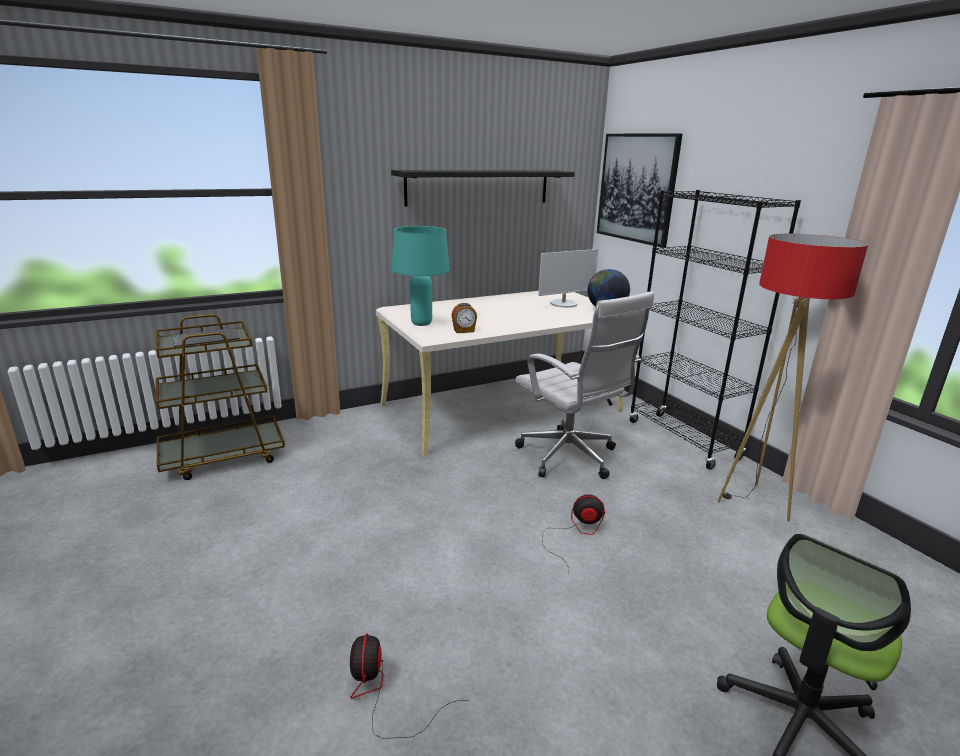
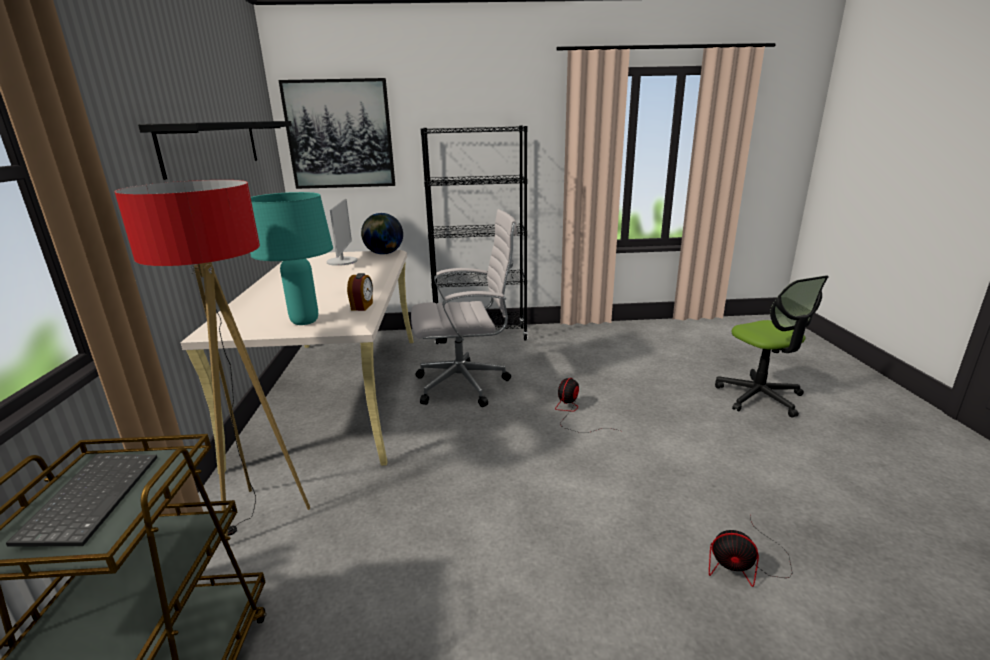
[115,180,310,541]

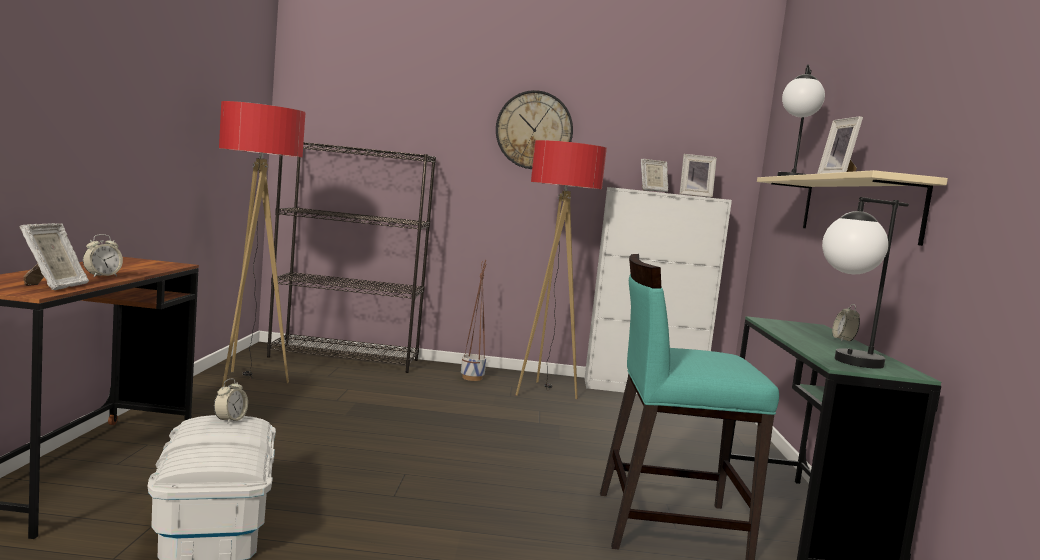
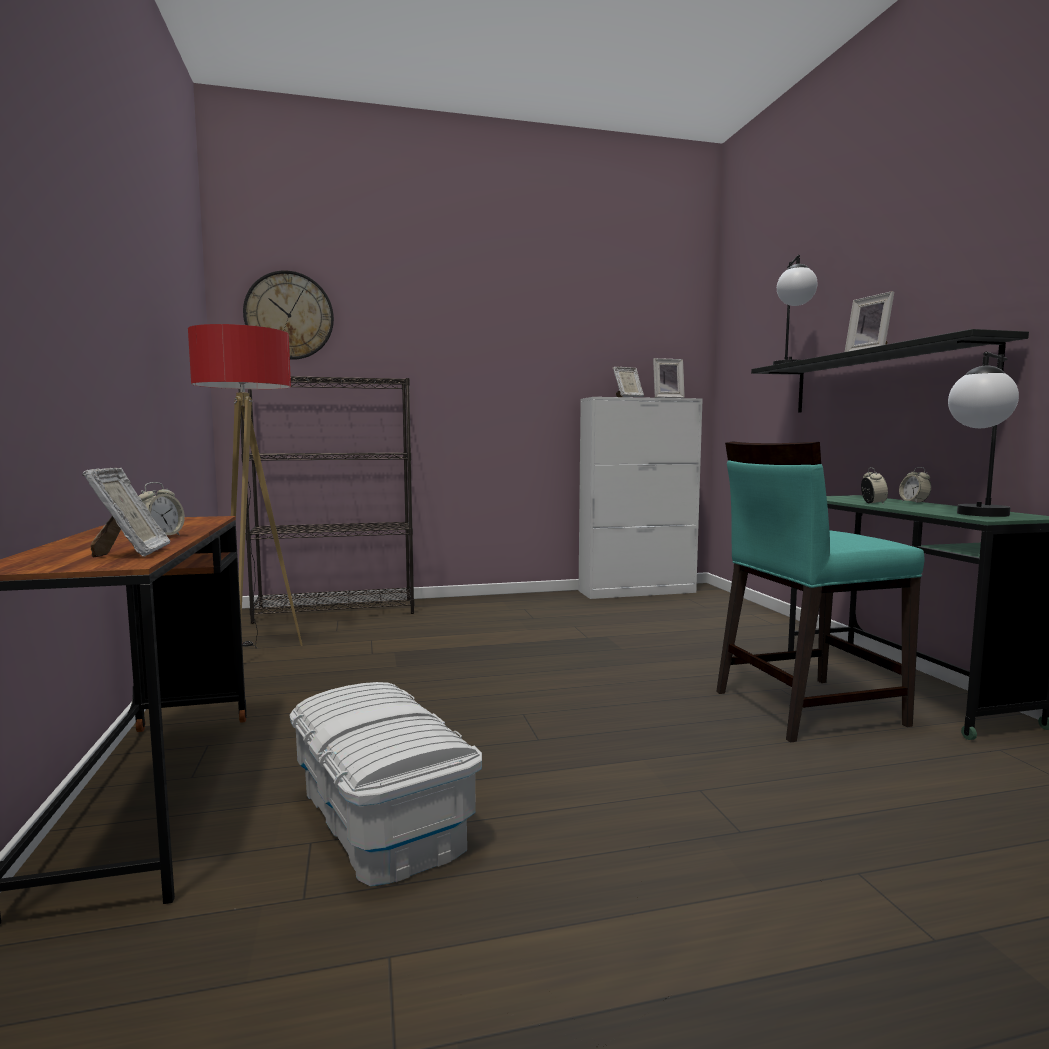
[861,467,888,504]
[461,260,487,381] (first image)
[243,271,334,360]
[516,140,607,399] (first image)
[751,329,1029,413]

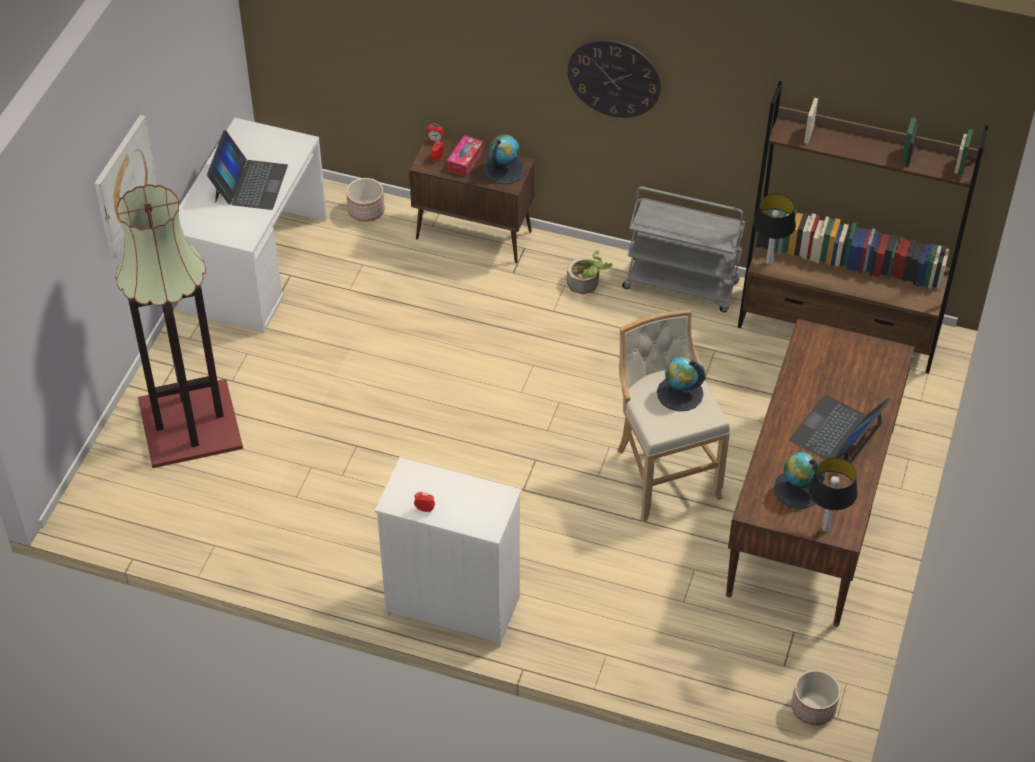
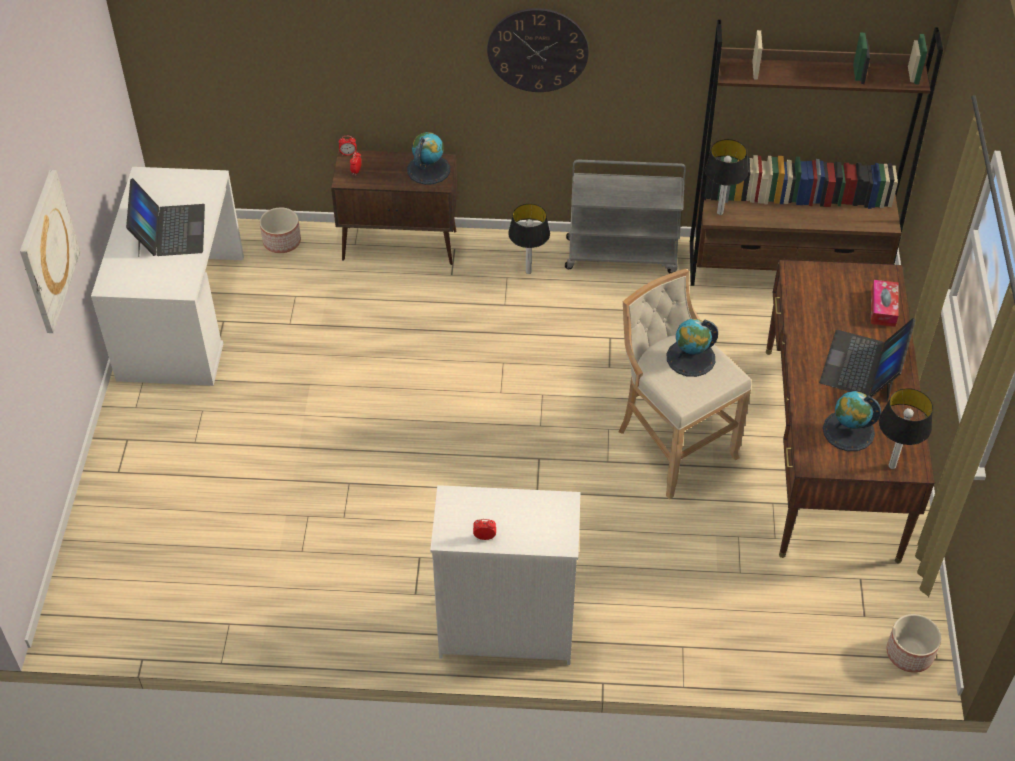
[116,184,243,468] (first image)
[871,280,899,327]
[508,204,550,274]

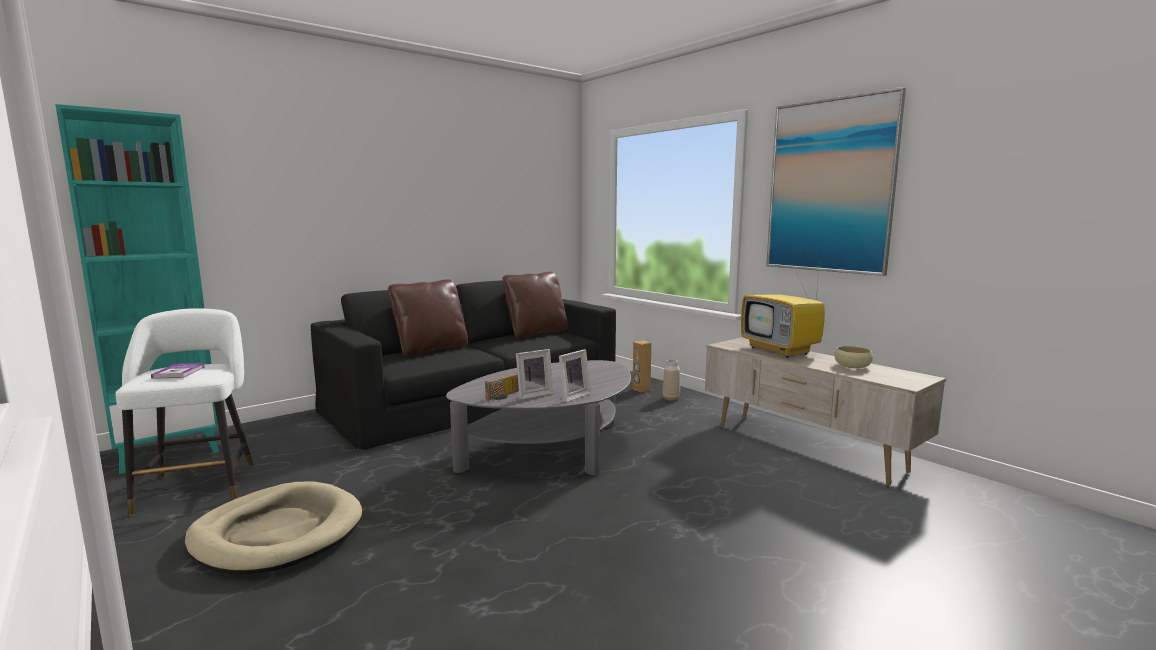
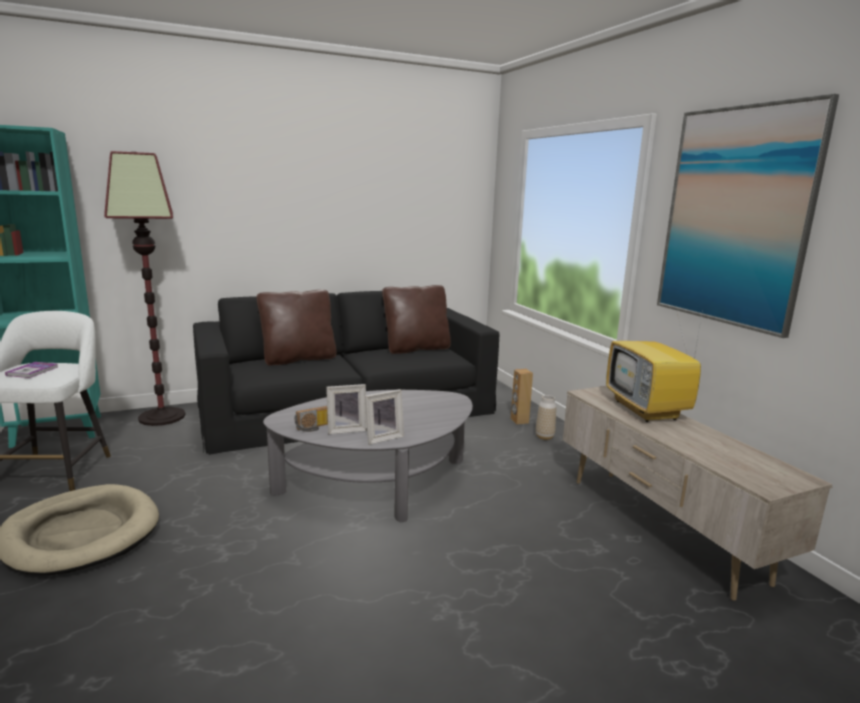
[835,346,873,369] (first image)
[104,151,186,426]

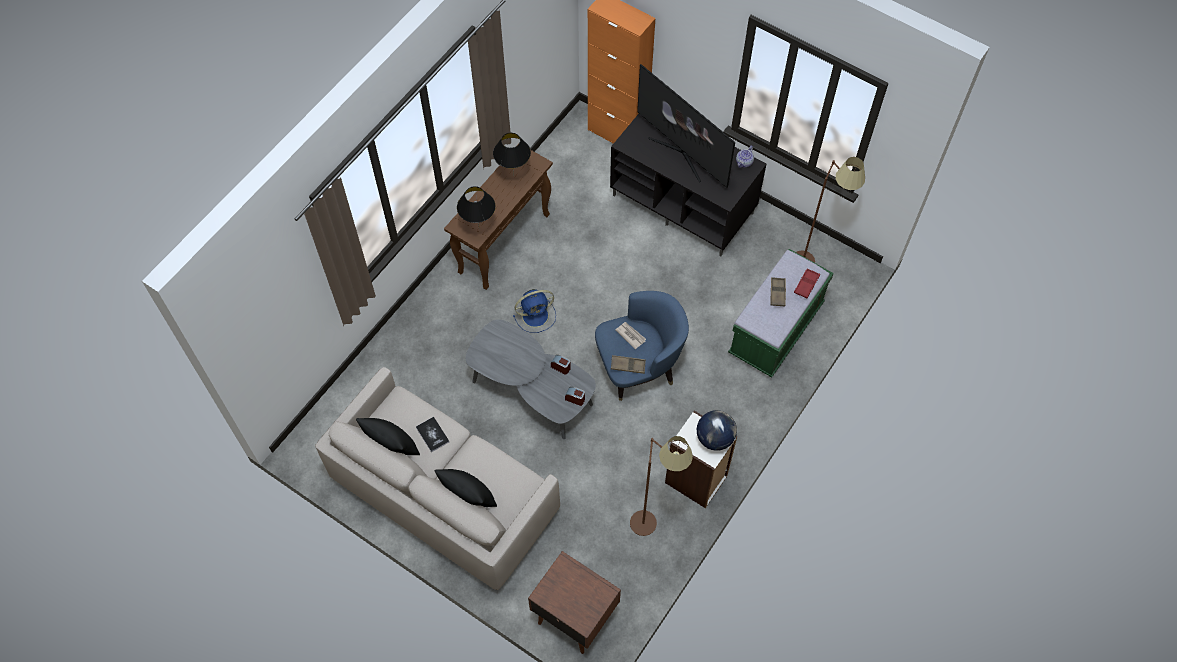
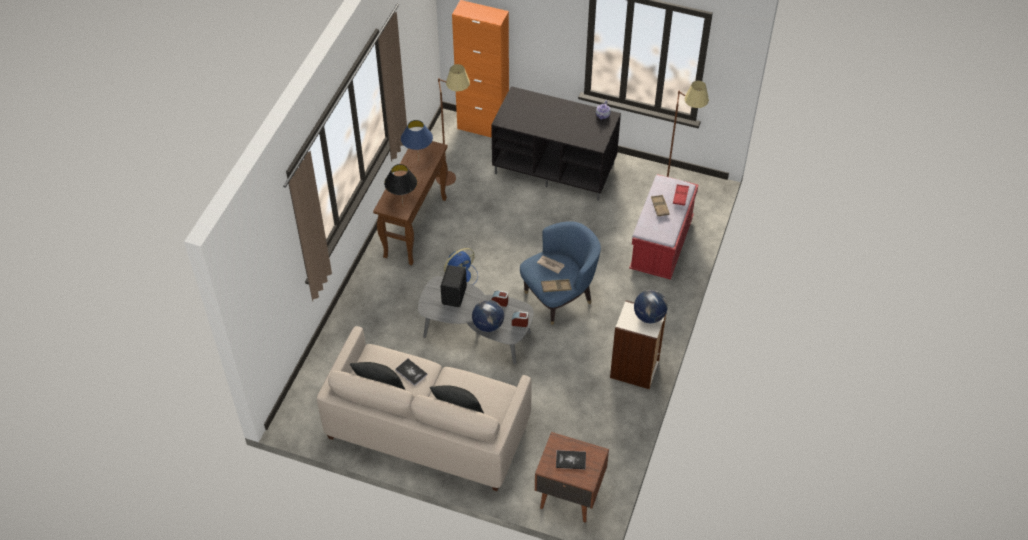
[401,120,433,161]
[436,64,470,186]
[637,64,735,188] (first image)
[629,174,698,280]
[440,265,467,307]
[472,300,504,332]
[556,450,586,469]

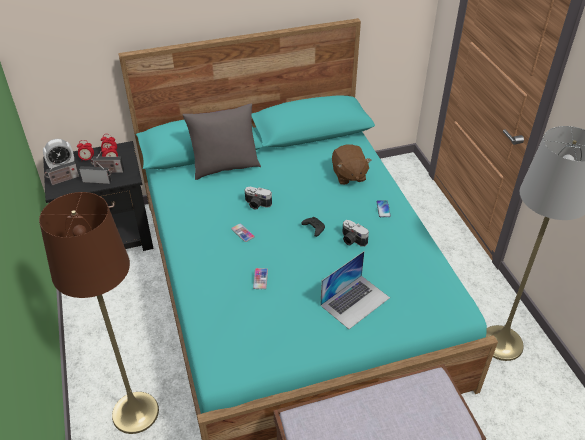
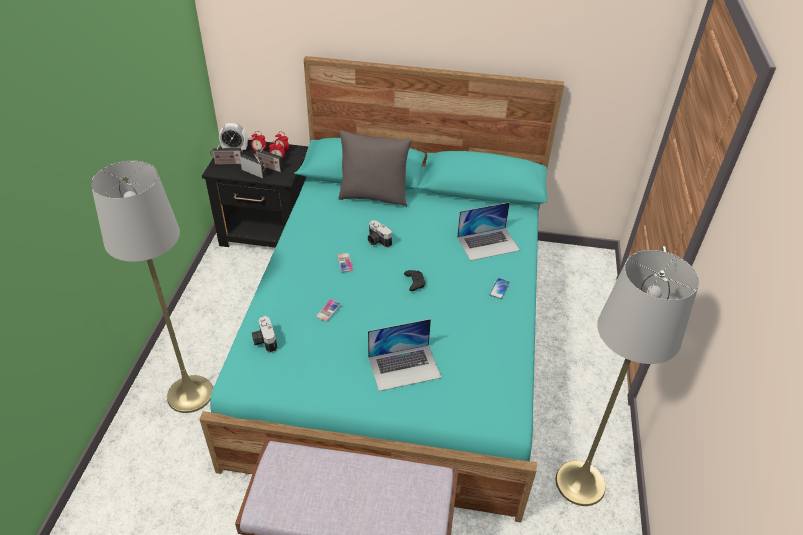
[91,161,213,413]
[457,202,520,261]
[252,316,277,353]

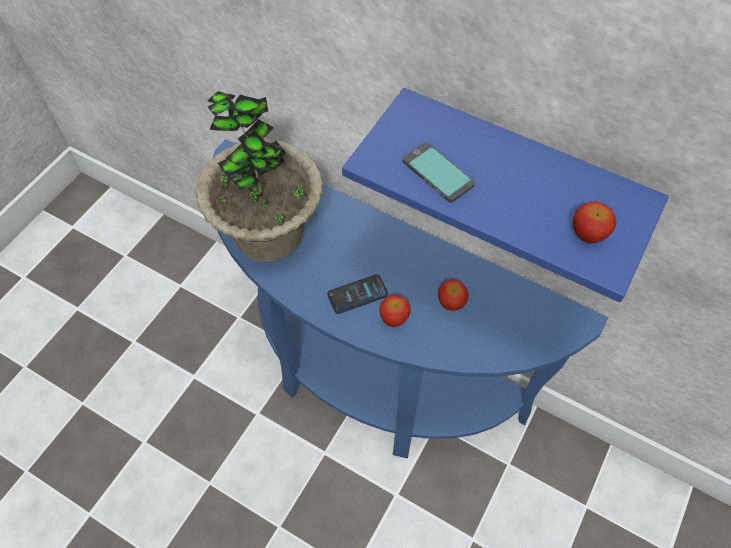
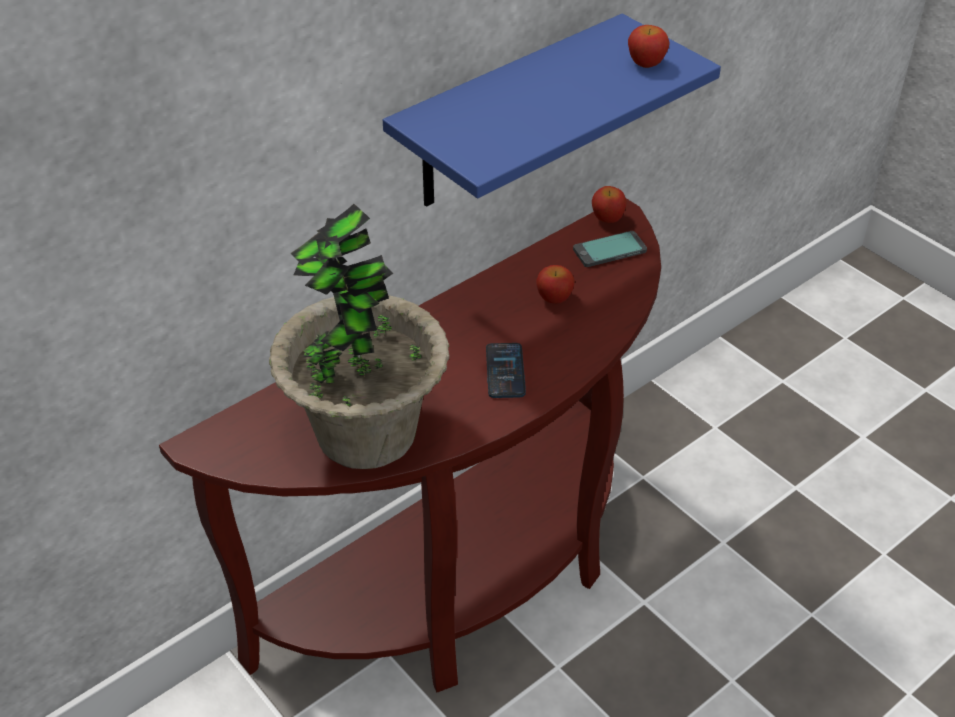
[159,198,661,692]
[592,186,627,223]
[573,231,647,267]

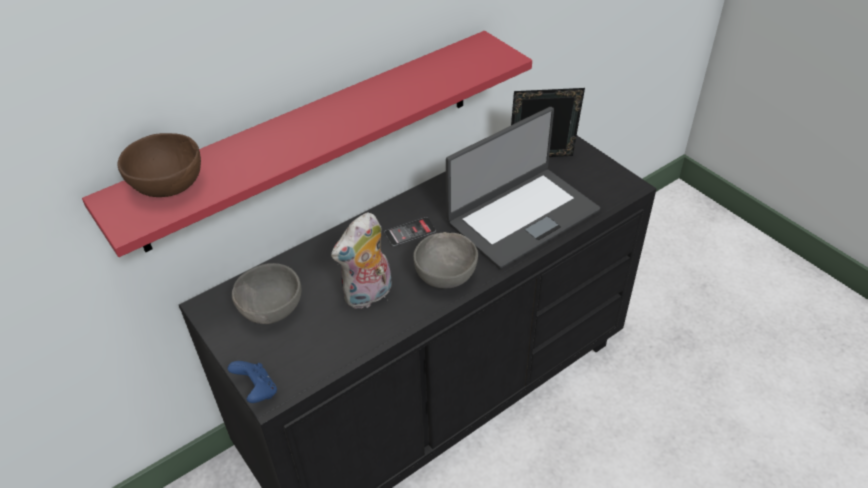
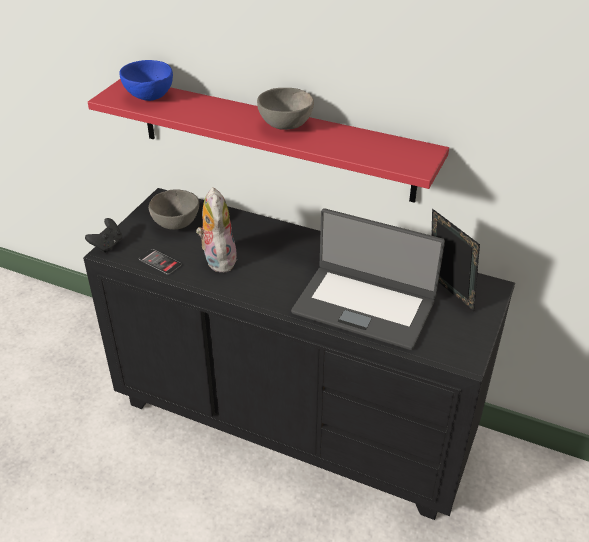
[119,60,173,101]
[85,218,122,253]
[196,187,237,273]
[139,249,182,275]
[257,88,314,130]

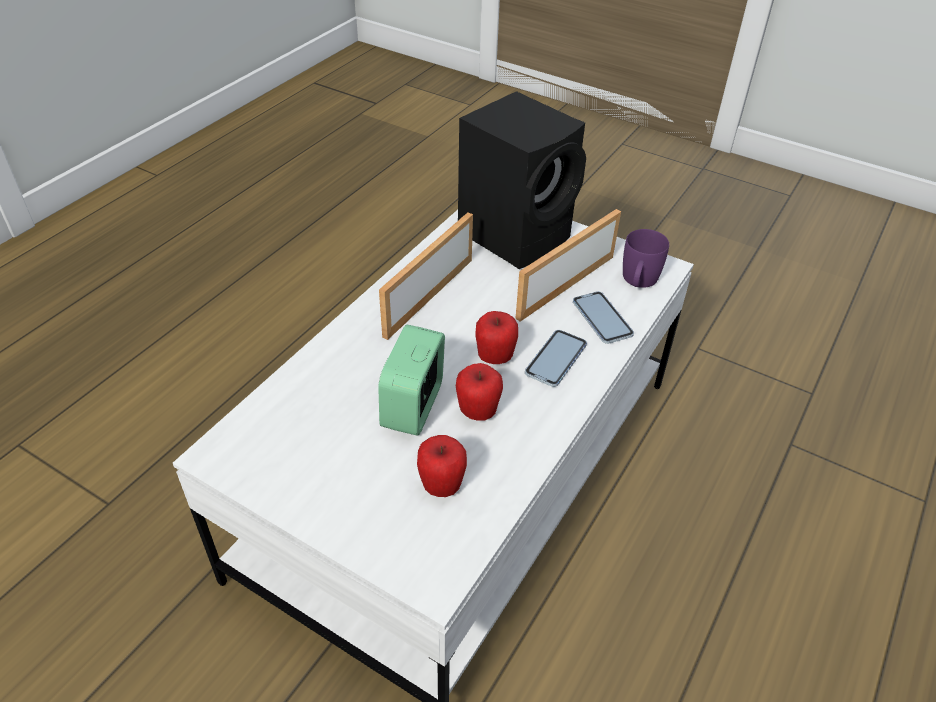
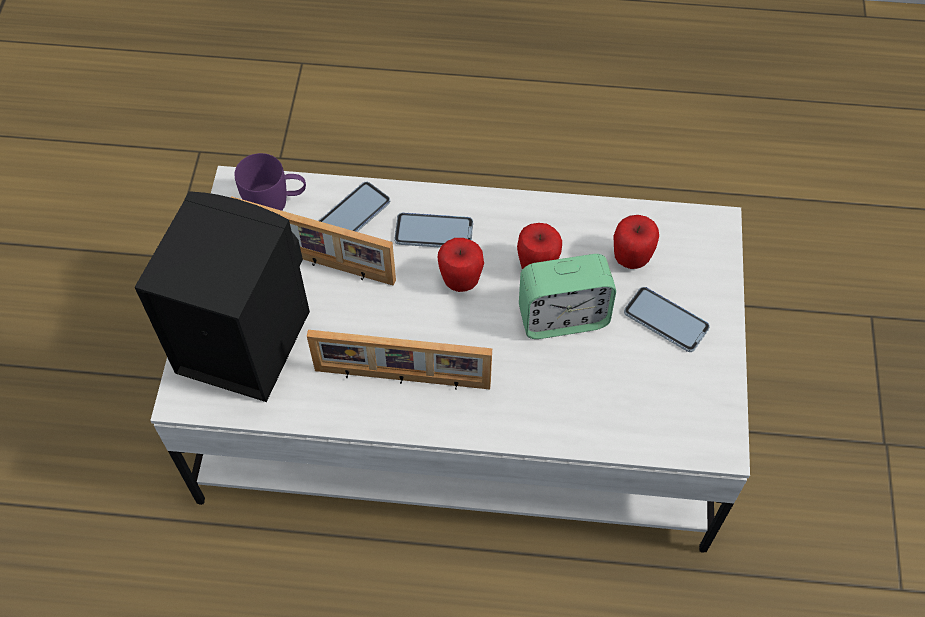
[624,287,710,352]

